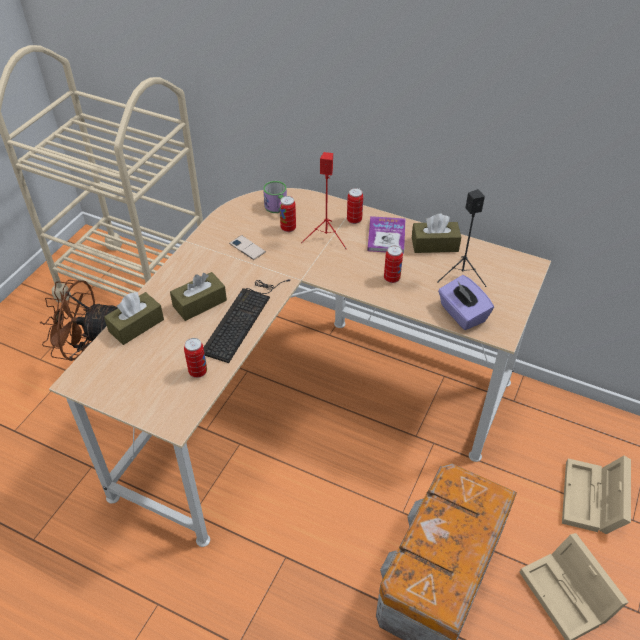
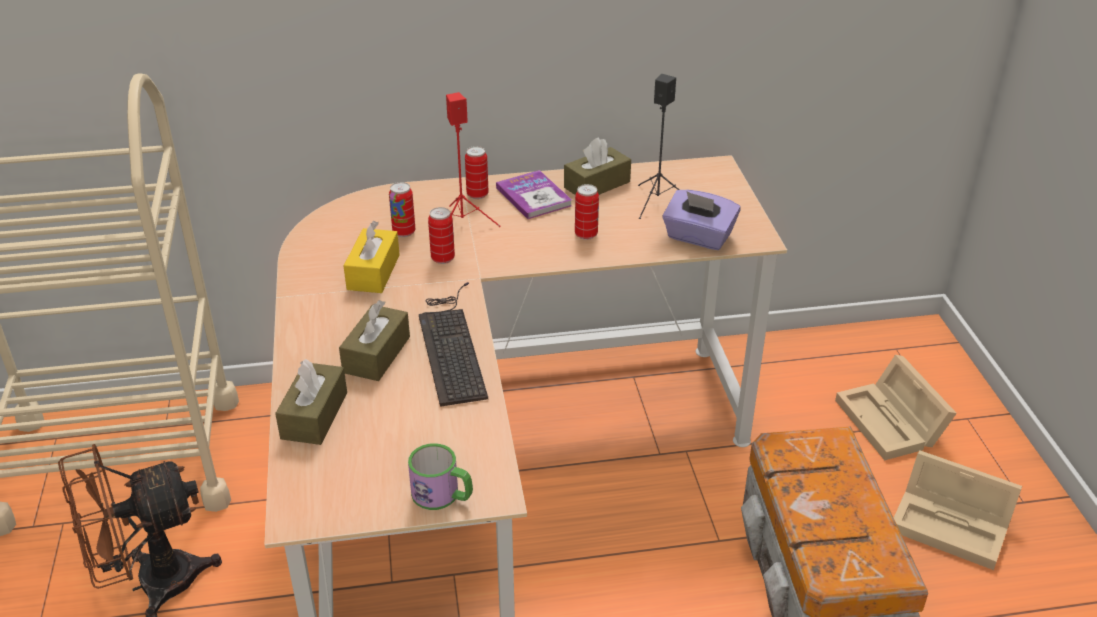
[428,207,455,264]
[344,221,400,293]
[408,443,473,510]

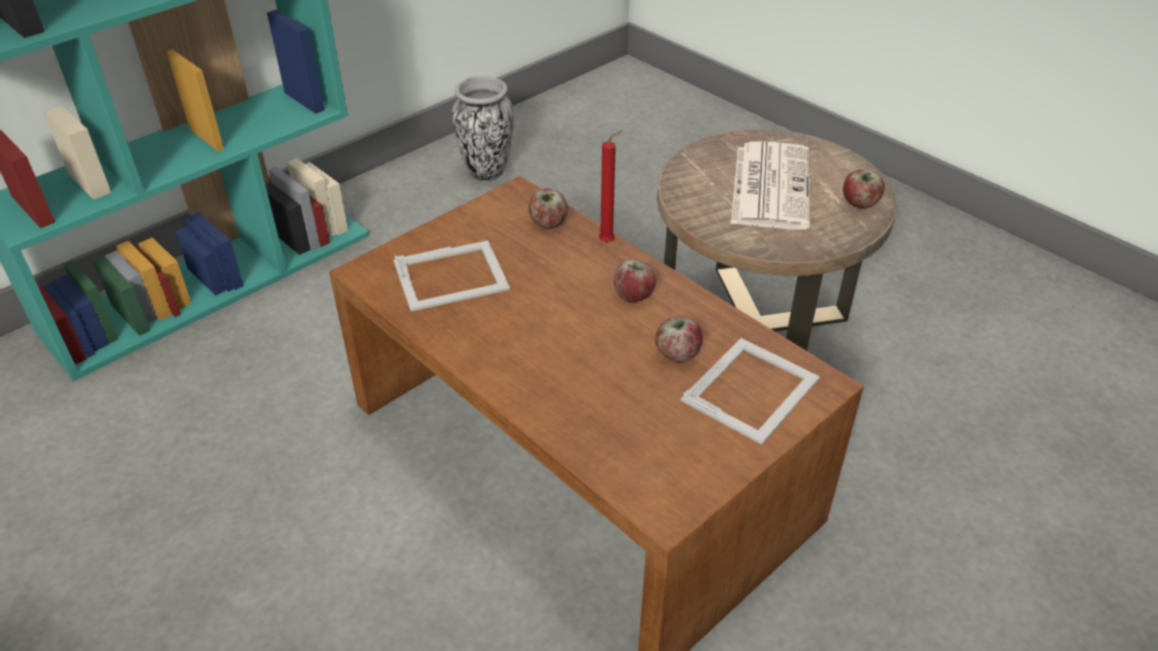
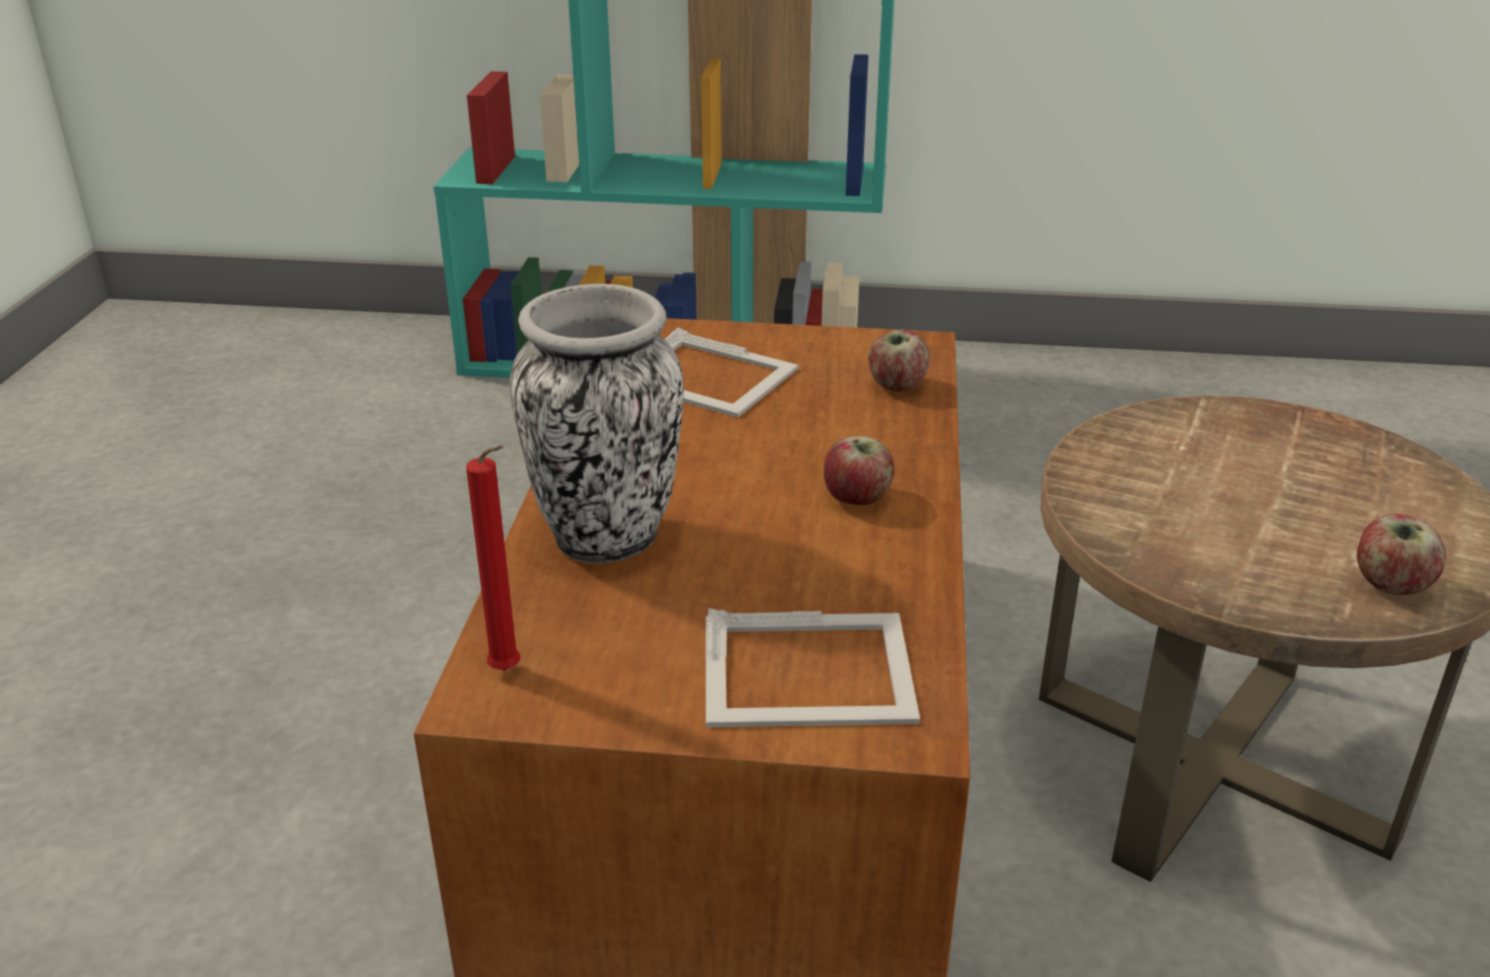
[510,284,683,563]
[466,445,520,670]
[655,316,703,362] (first image)
[731,141,810,230] (first image)

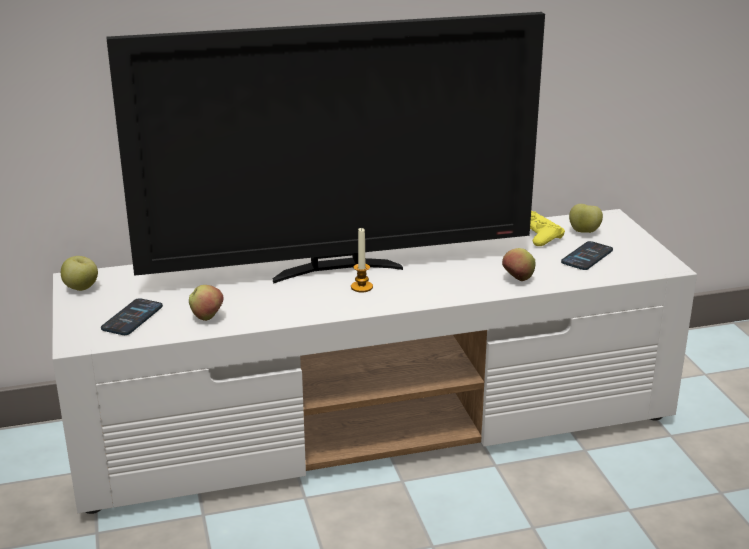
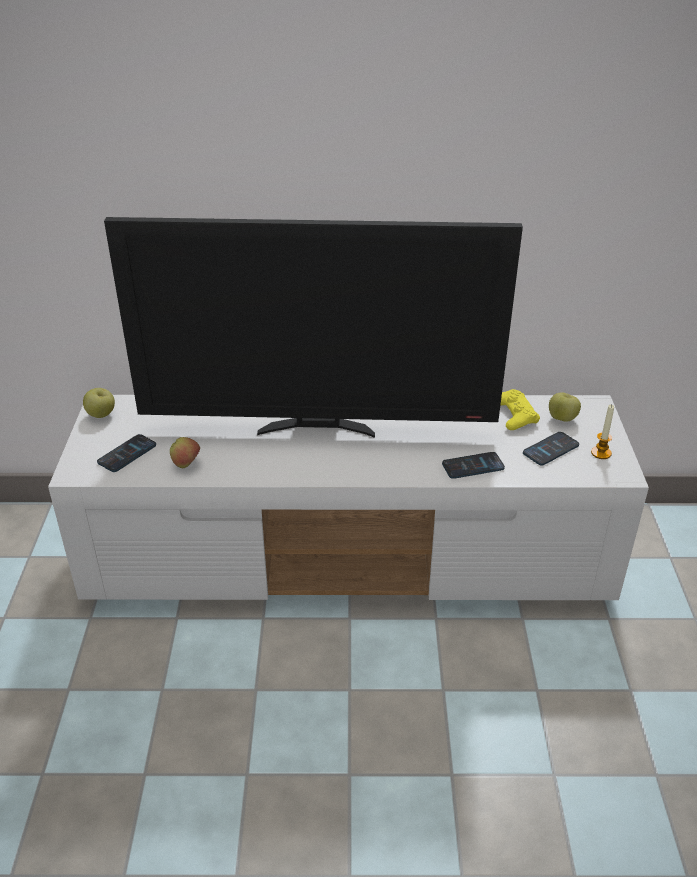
[591,404,614,459]
[442,452,505,479]

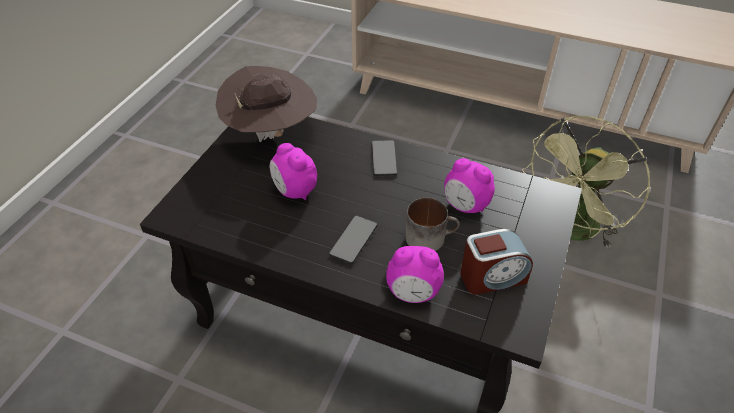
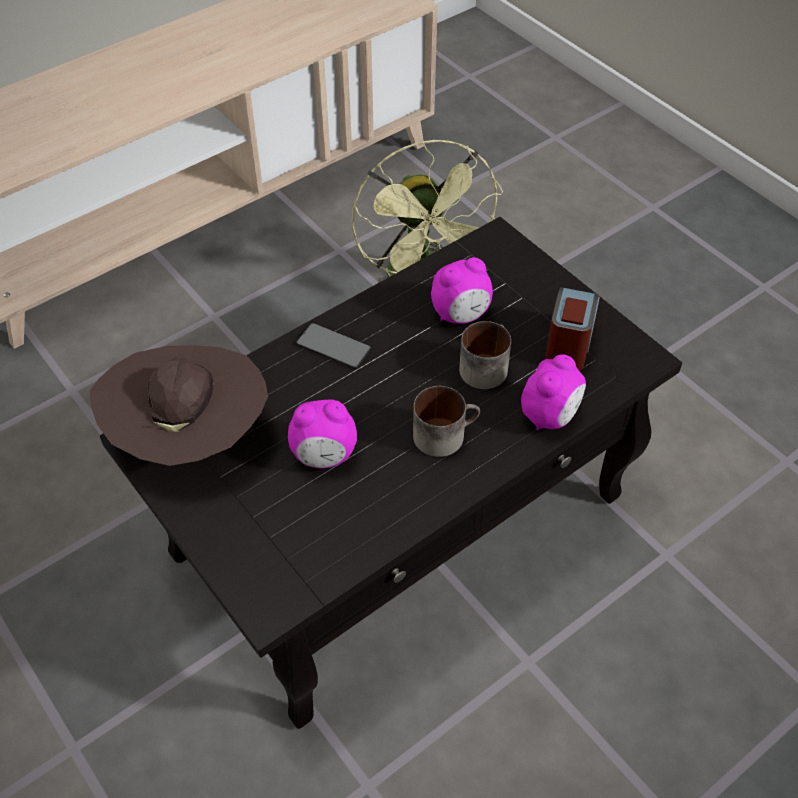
[413,386,480,457]

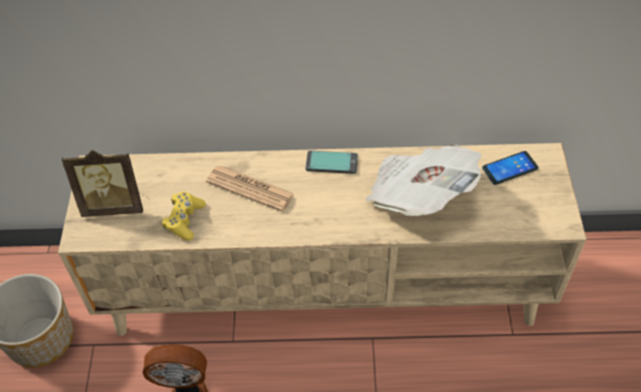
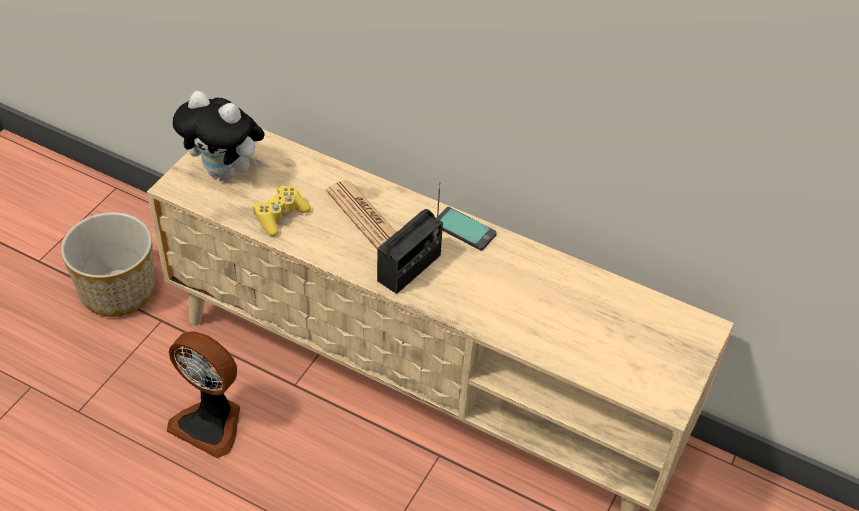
[173,91,265,181]
[365,145,482,216] (first image)
[482,151,538,185] (first image)
[377,182,443,294]

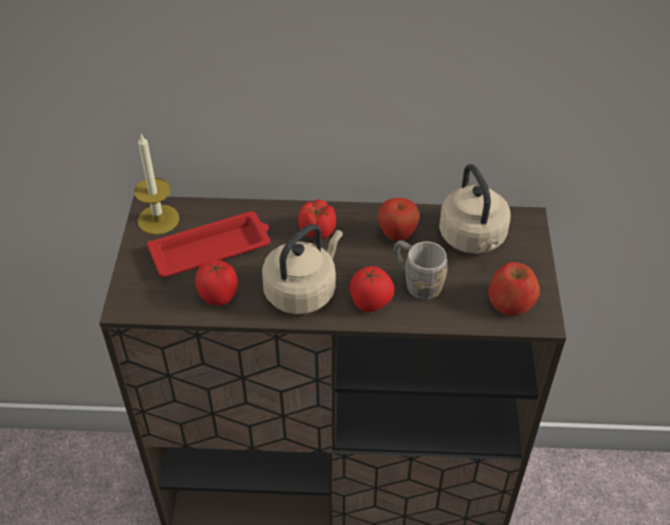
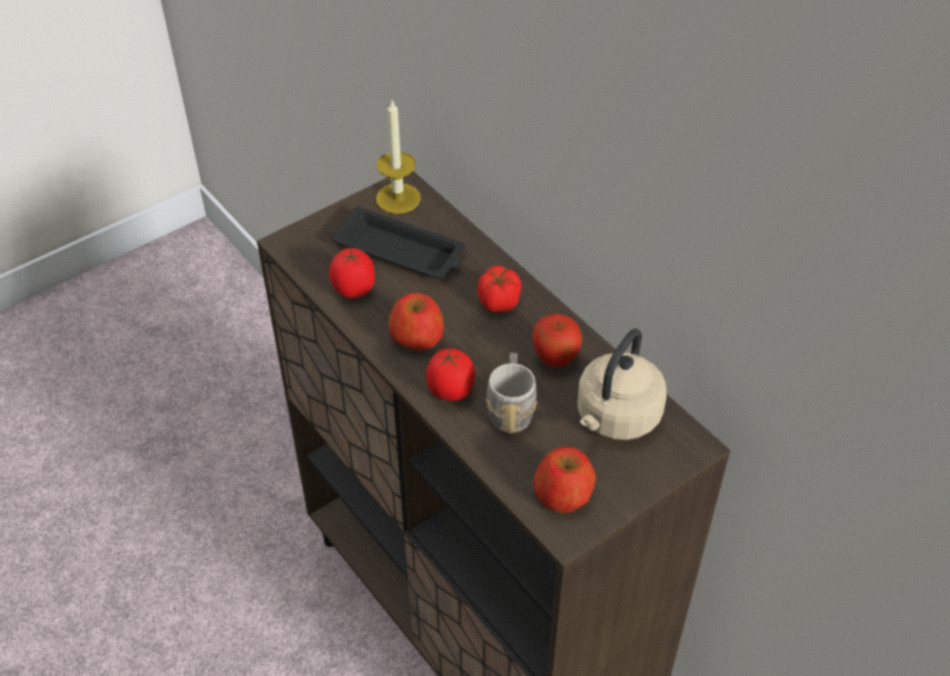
[331,206,465,279]
[388,293,444,350]

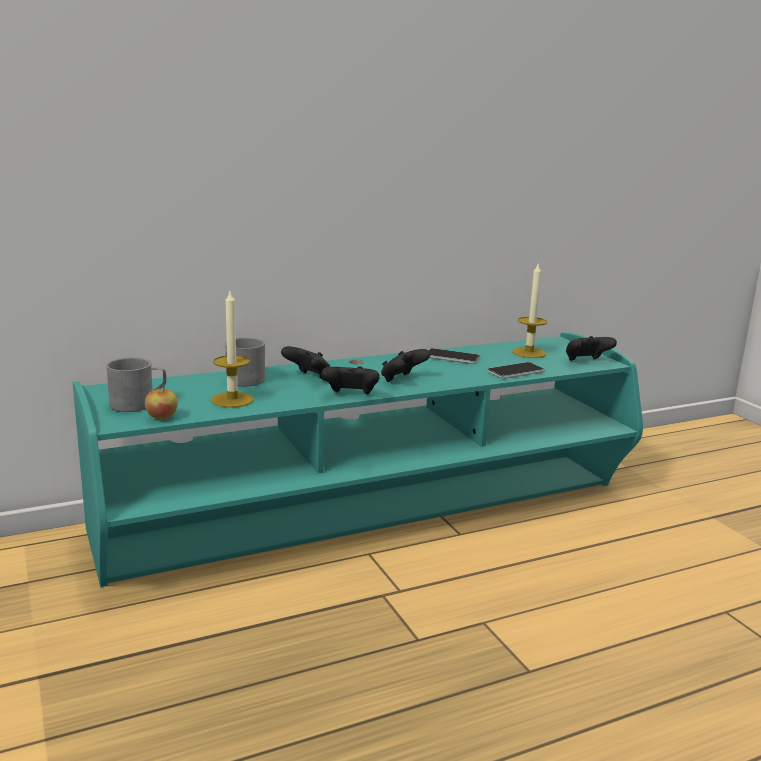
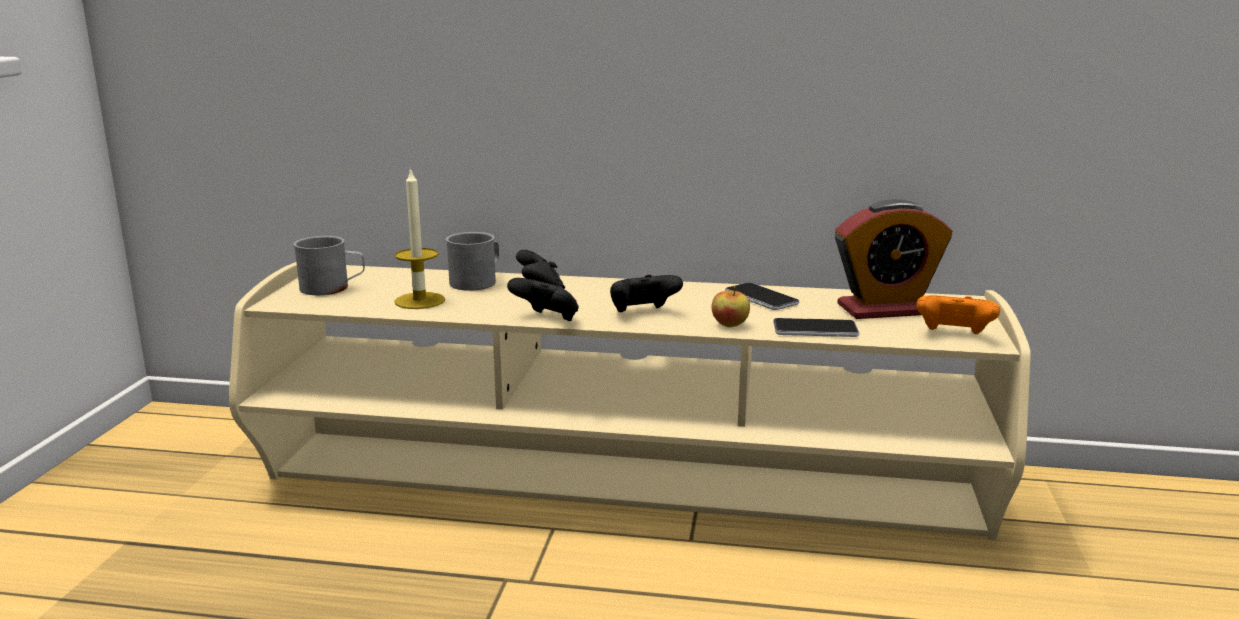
[229,262,1031,540]
[711,286,750,327]
[835,199,953,319]
[916,295,1000,334]

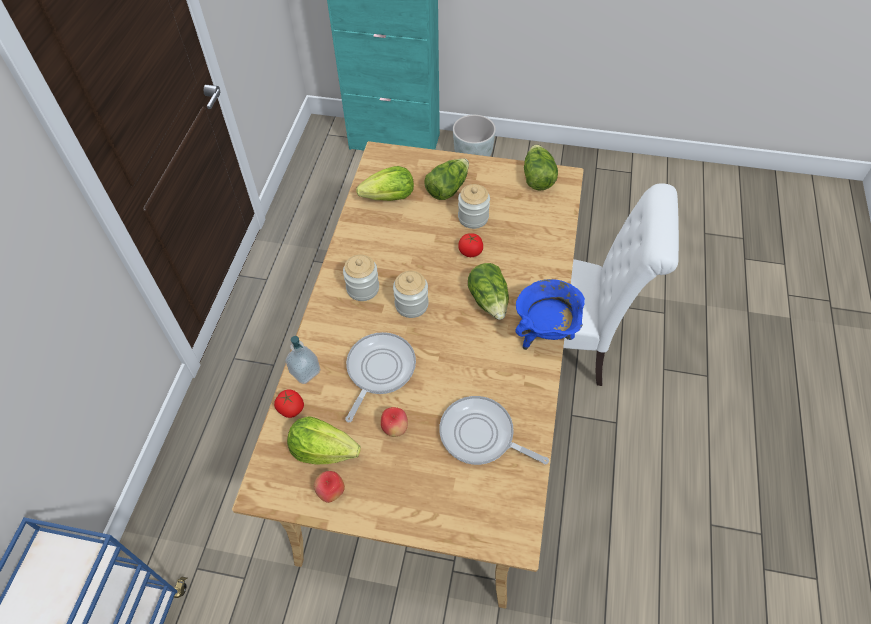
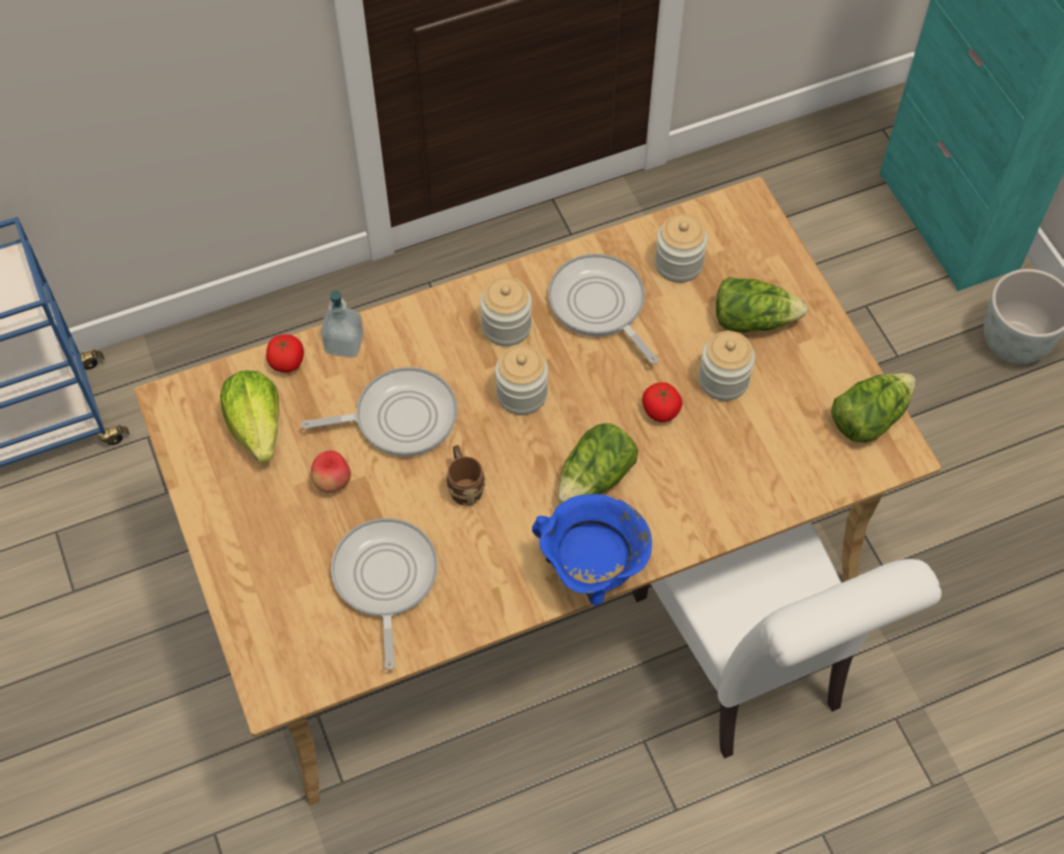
[314,471,345,503] (first image)
[655,214,708,283]
[447,445,486,506]
[548,254,659,364]

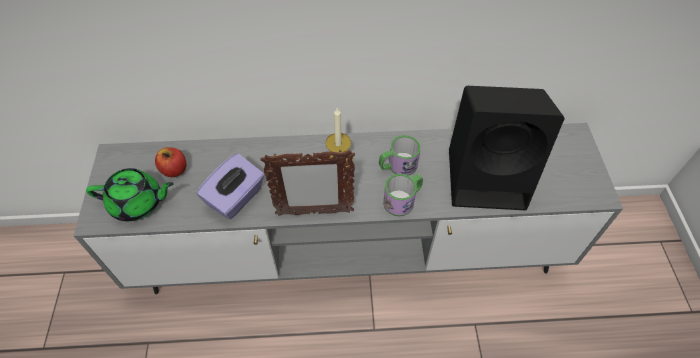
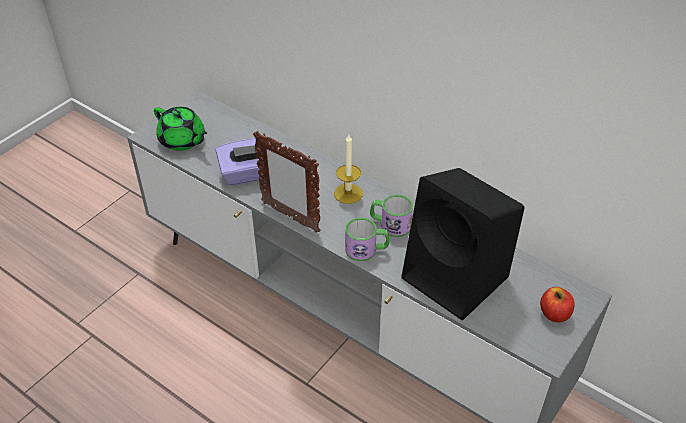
[540,287,575,322]

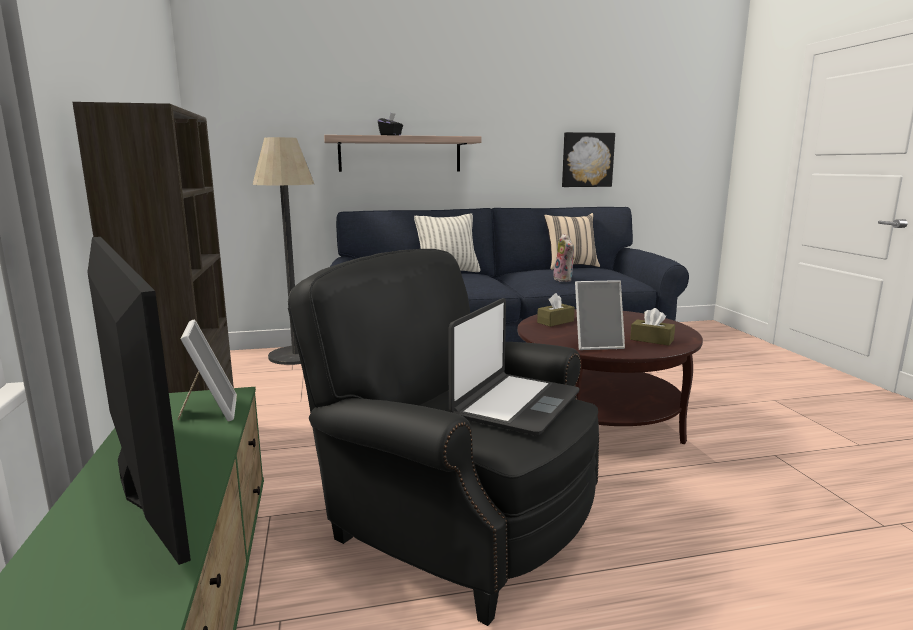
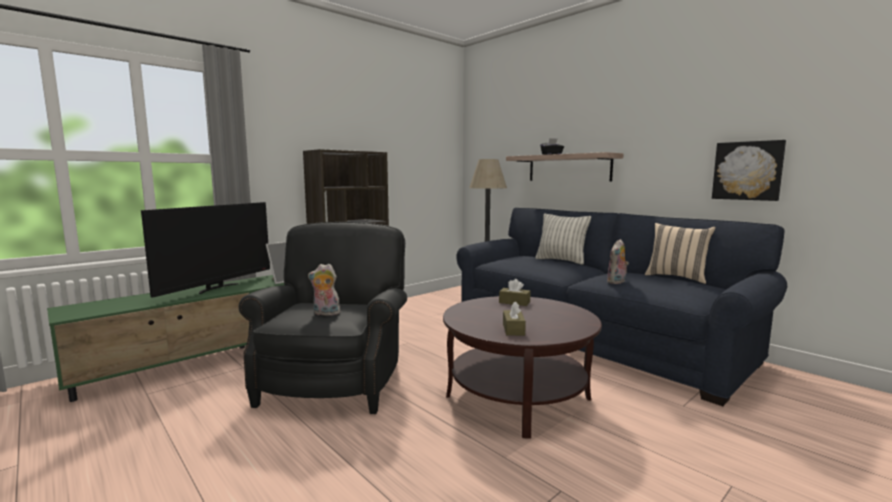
[308,264,340,316]
[575,280,625,350] (first image)

